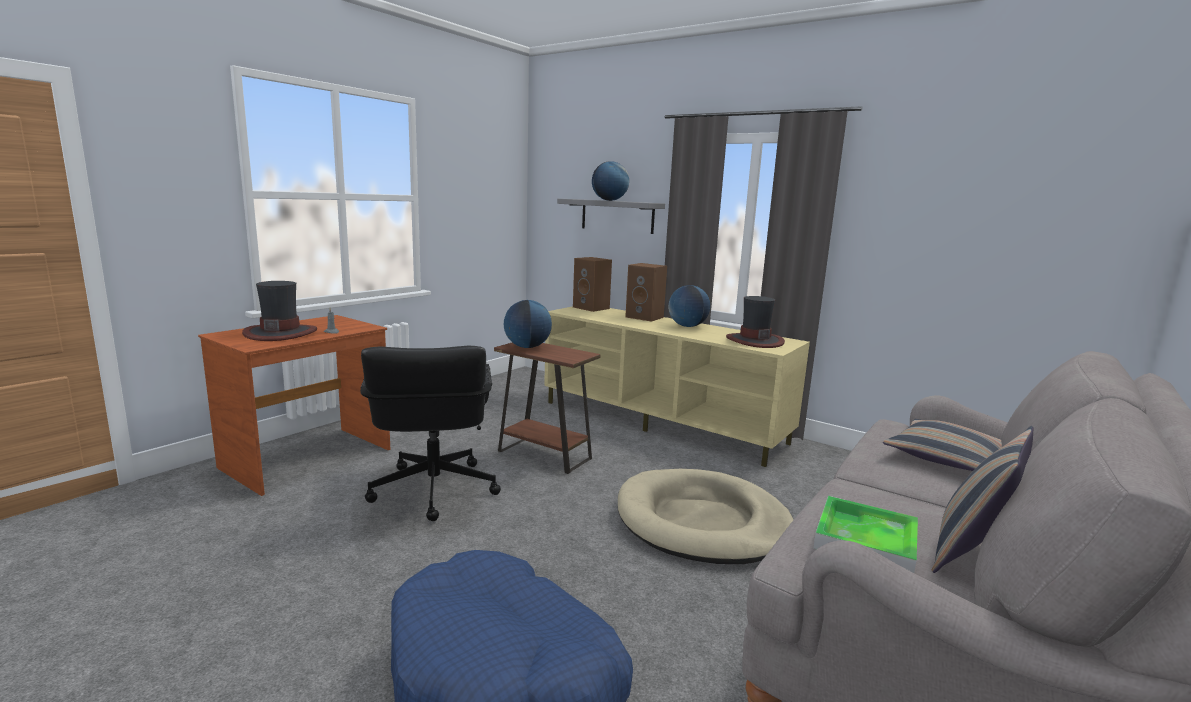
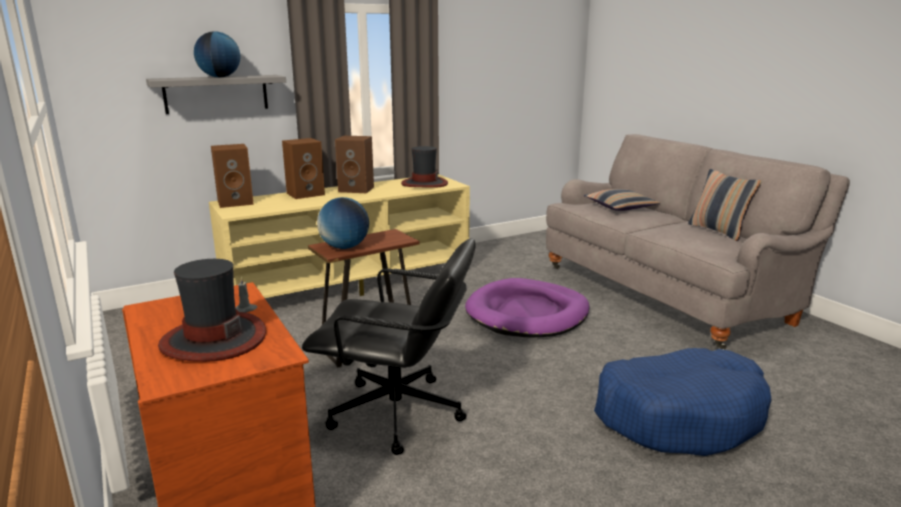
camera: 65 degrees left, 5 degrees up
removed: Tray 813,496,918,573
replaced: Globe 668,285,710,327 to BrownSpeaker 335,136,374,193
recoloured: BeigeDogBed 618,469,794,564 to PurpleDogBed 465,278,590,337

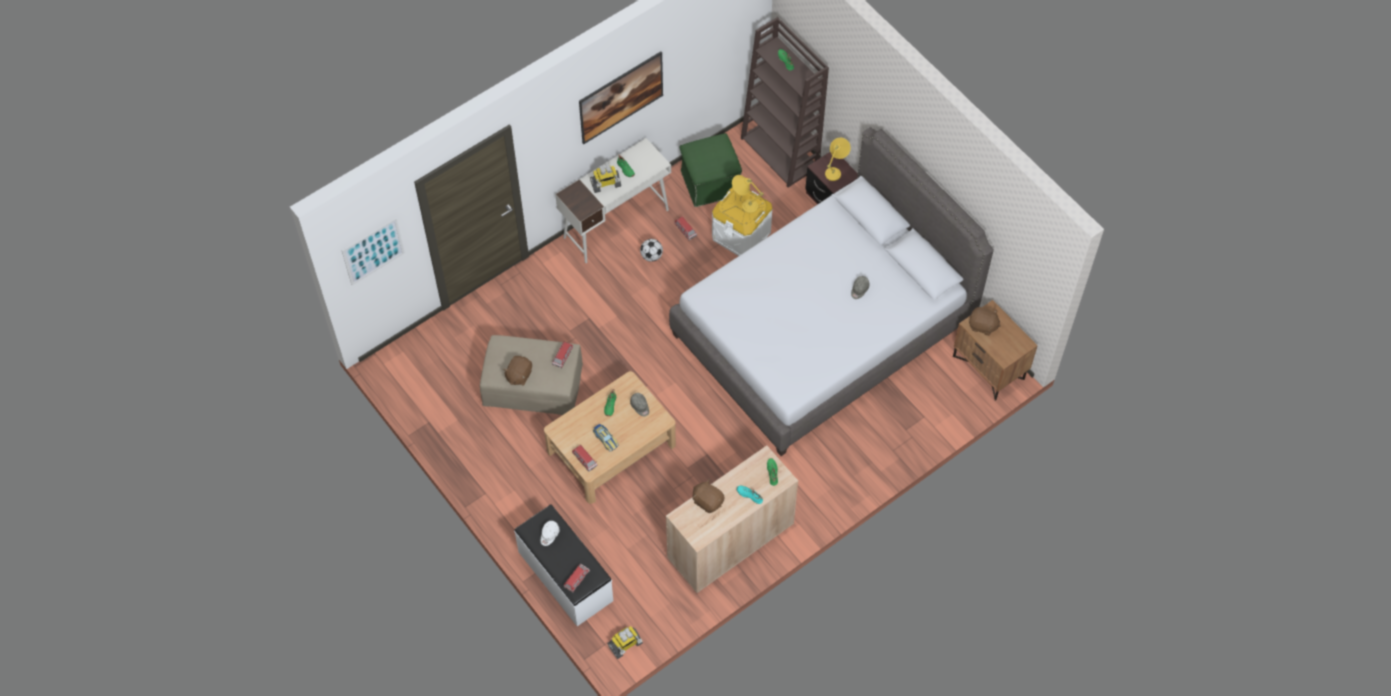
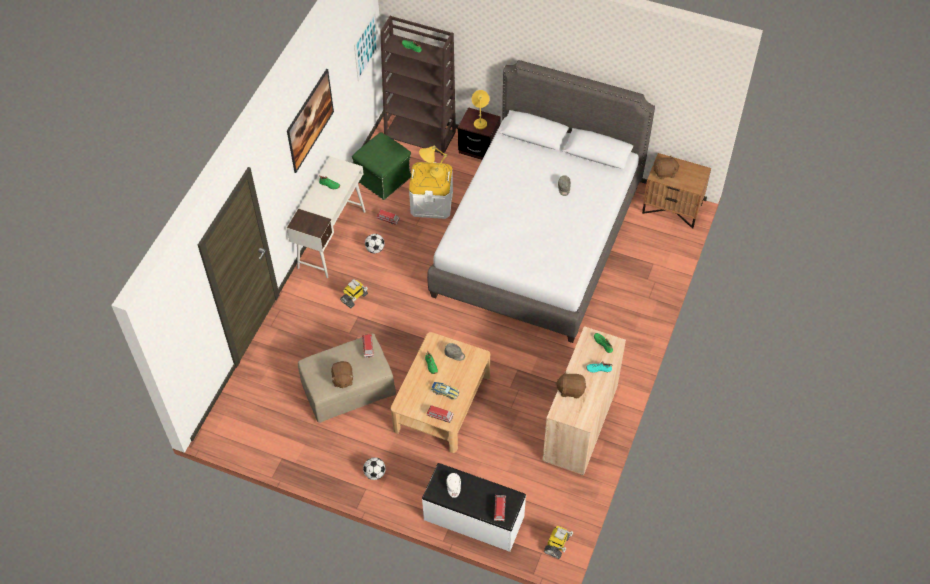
camera: 30 degrees left, 5 degrees down
added: Football 363,457,386,480
moved: Picture 342,218,405,285 to 354,11,379,82; ToyRobot 590,164,621,193 to 340,279,368,308

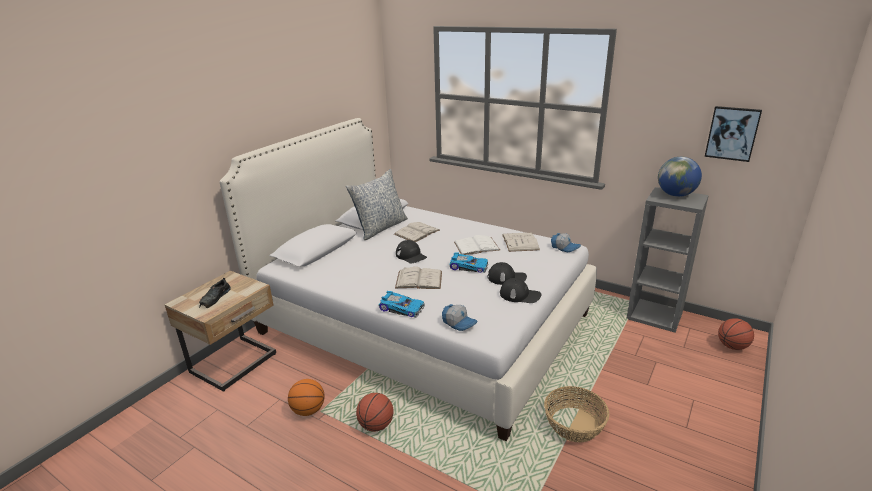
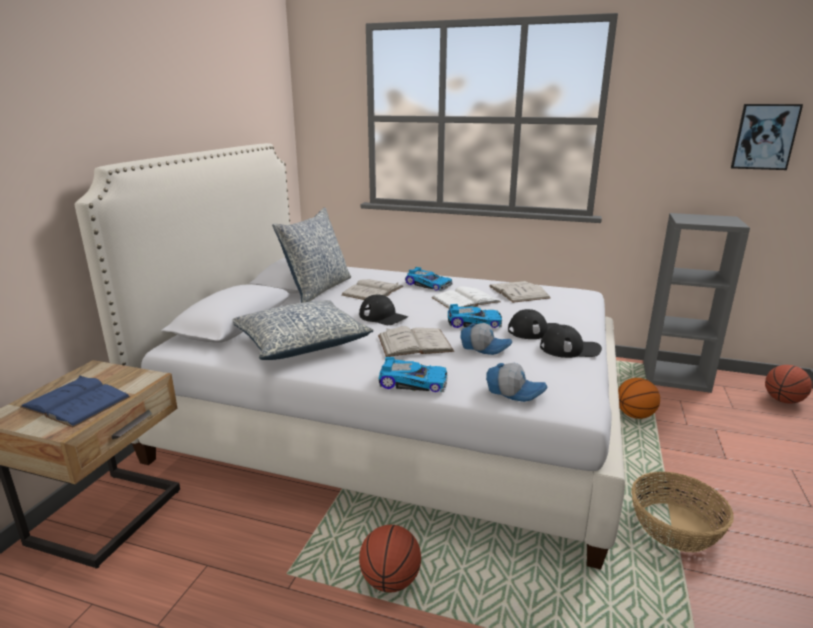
camera: 15 degrees left, 5 degrees down
removed: Globe 658,157,702,197
added: Pillow 232,300,373,360; ToyCar 405,267,453,291
moved: Basketball 288,379,325,416 to 618,378,660,419; Cap 551,233,581,252 to 461,323,512,355
replaced: BlackShoe 199,278,231,308 to BlueBook 20,376,130,427

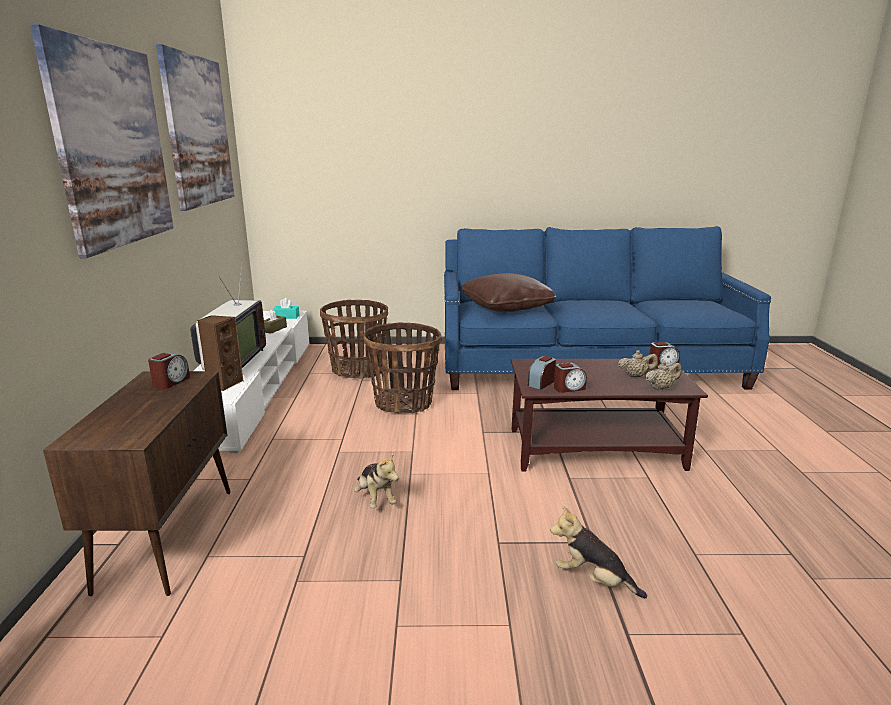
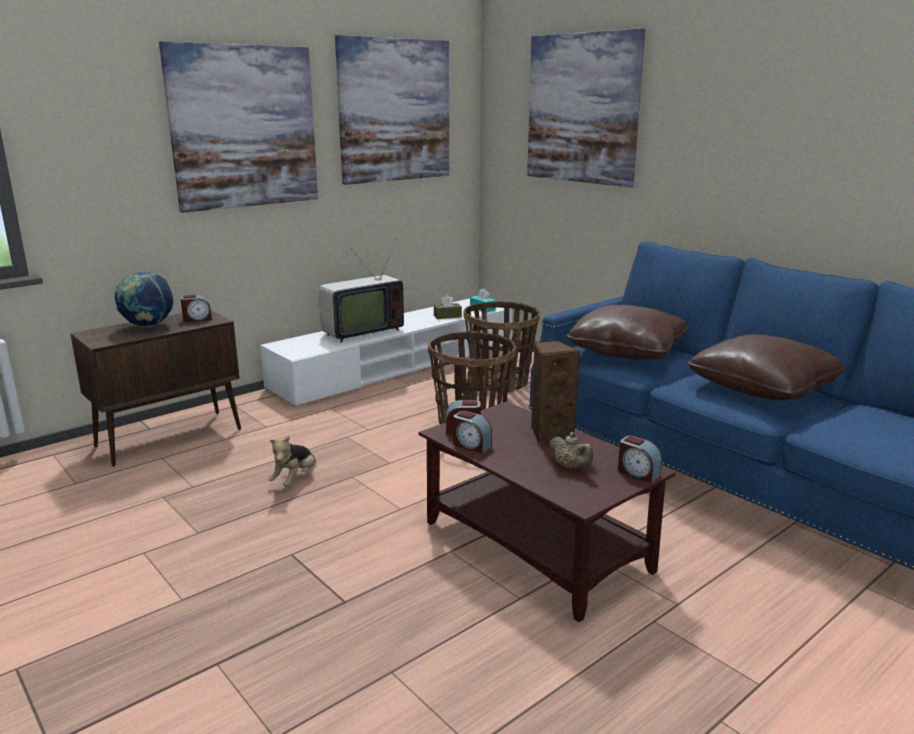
camera: 50 degrees right, 0 degrees up
removed: PlushToy 550,506,647,598; BeigeTeapot 645,361,682,390
added: Globe 114,271,173,328; Picture 527,28,646,187; BrownPillow 687,334,845,400
moved: BrownSpeaker 197,315,243,391 to 531,340,580,445

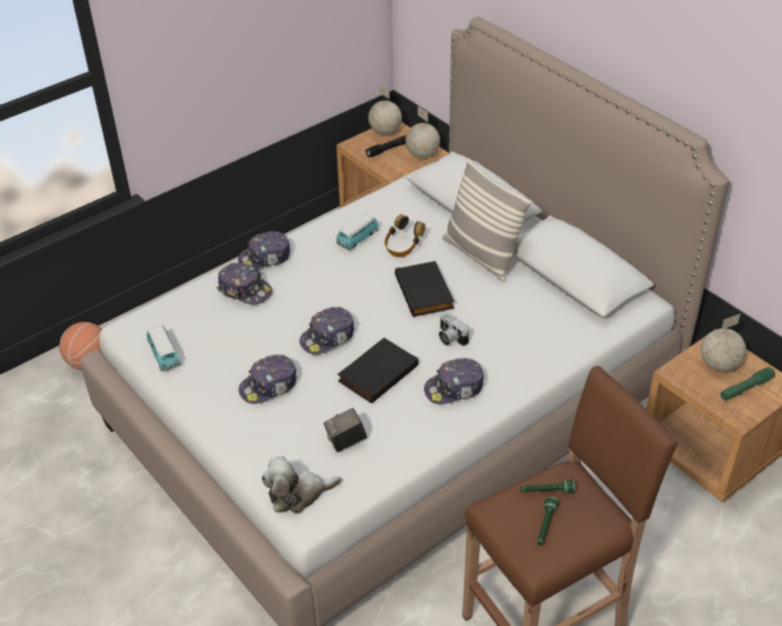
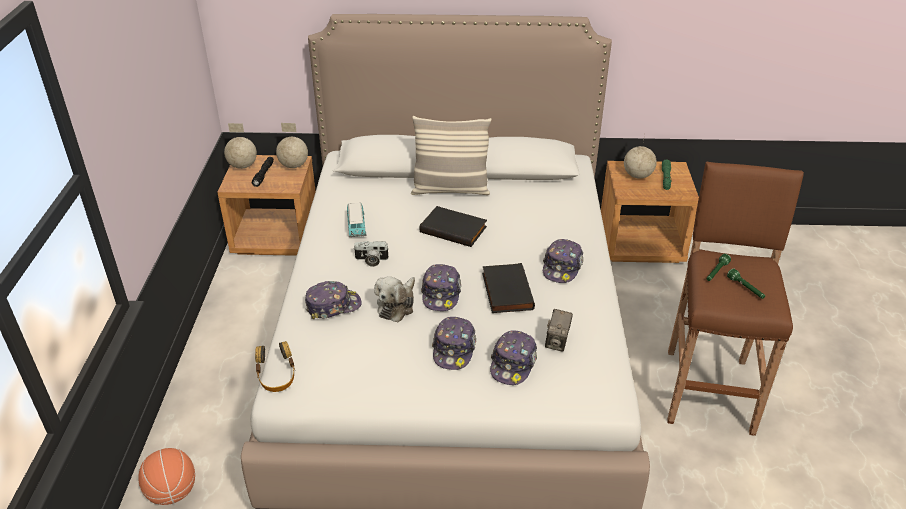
camera: 50 degrees left, 5 degrees down
removed: ToyCar 146,325,181,371
moved: Cap 238,232,291,269 to 490,330,537,385; PlushToy 261,456,342,513 to 374,276,415,322; Headphones 385,214,425,257 to 255,341,295,392; PhotoCamera 439,311,469,346 to 353,241,389,267

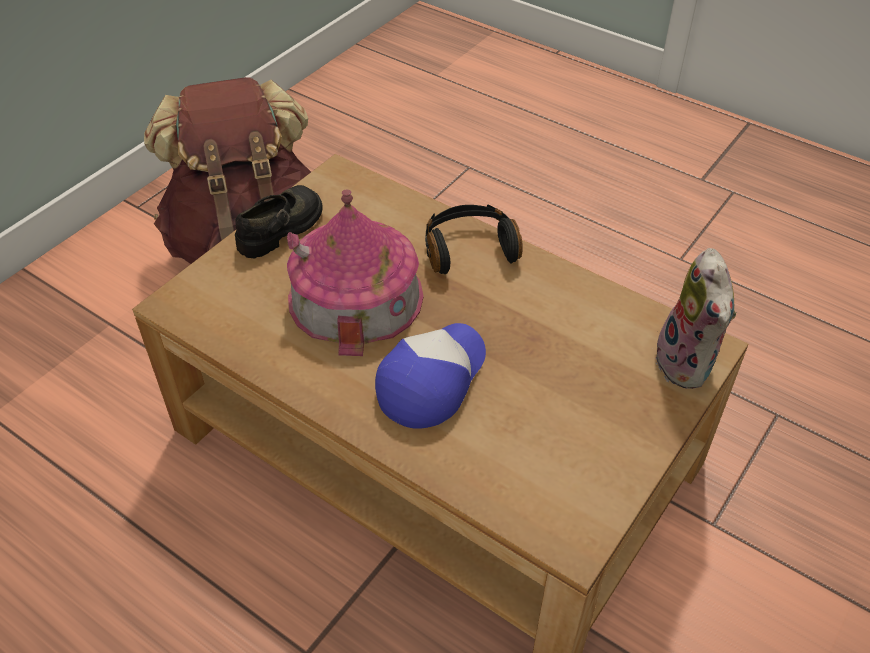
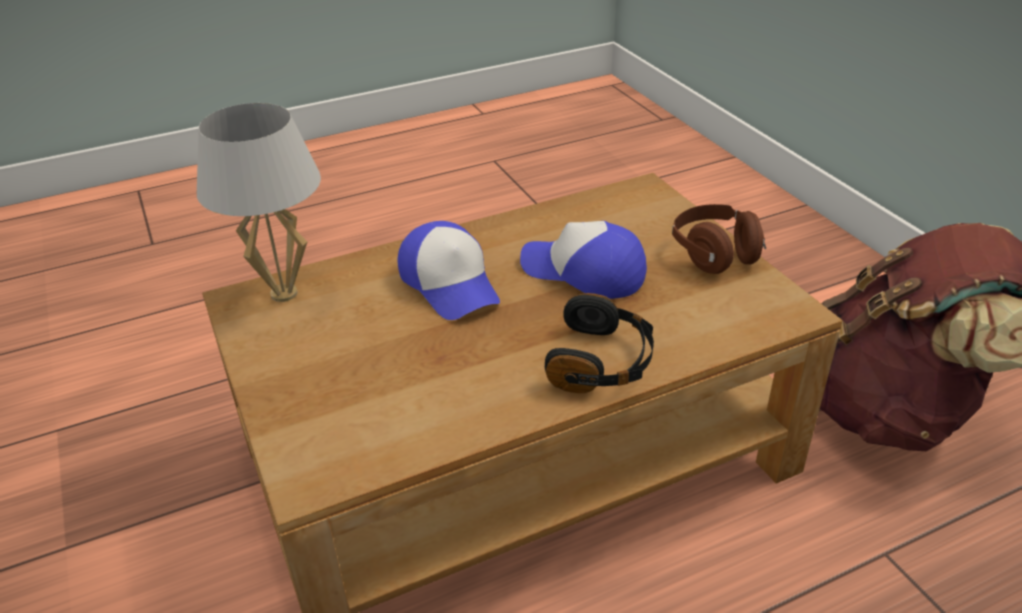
camera: 120 degrees right, 10 degrees down
removed: PlushToy 655,248,737,389
added: WhiteTableLamp 197,103,321,302
replaced: BlackShoe 235,185,323,258 to BrownHeadphones 672,204,766,274; ToyHouse 287,190,423,356 to Cap 520,221,647,299

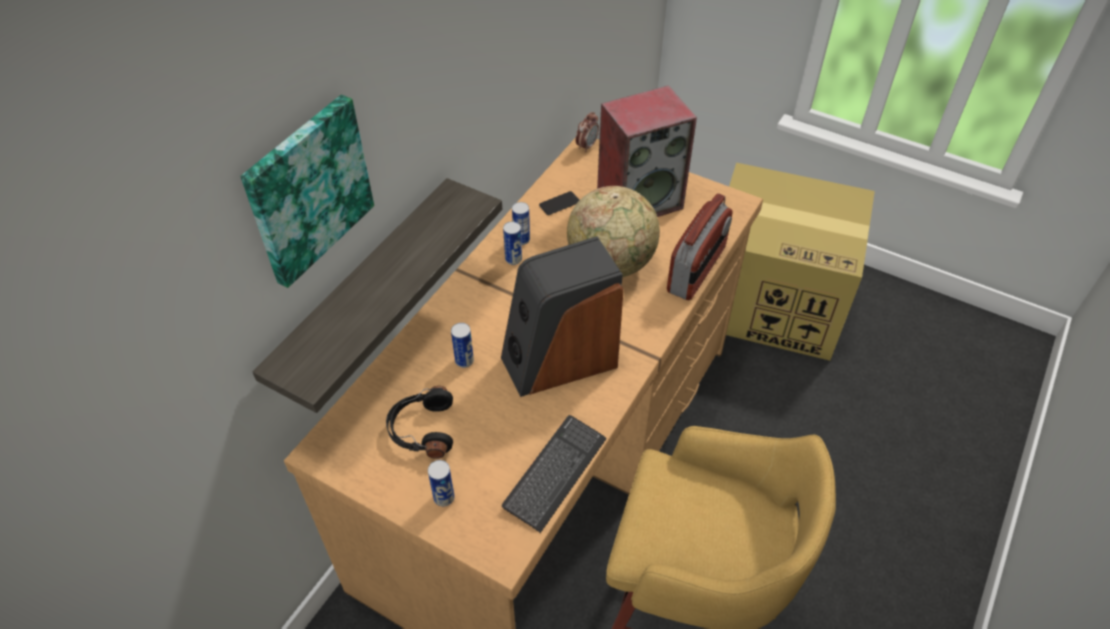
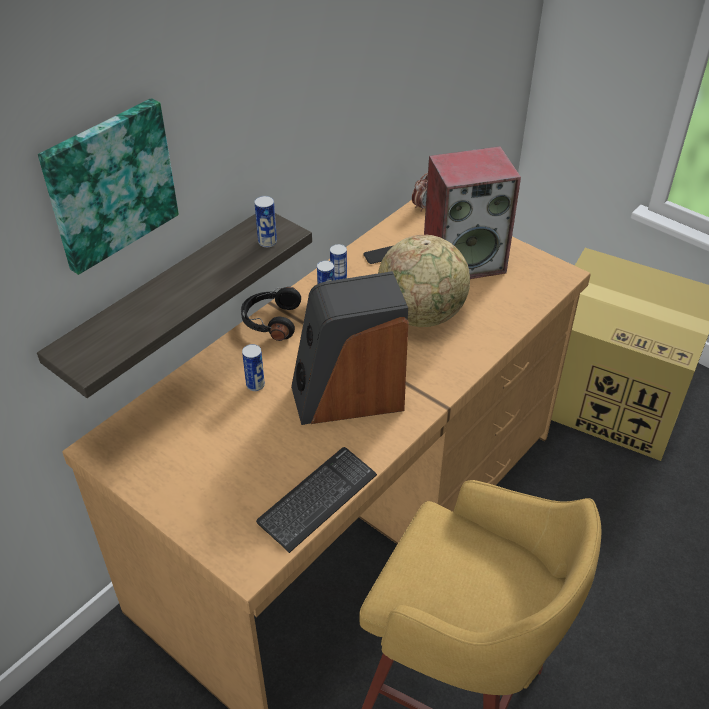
camera: 10 degrees right, 5 degrees down
removed: Radio 667,193,733,300
moved: BlackHeadphones 386,386,453,459 to 241,287,301,341; Can 428,460,454,506 to 254,196,277,247

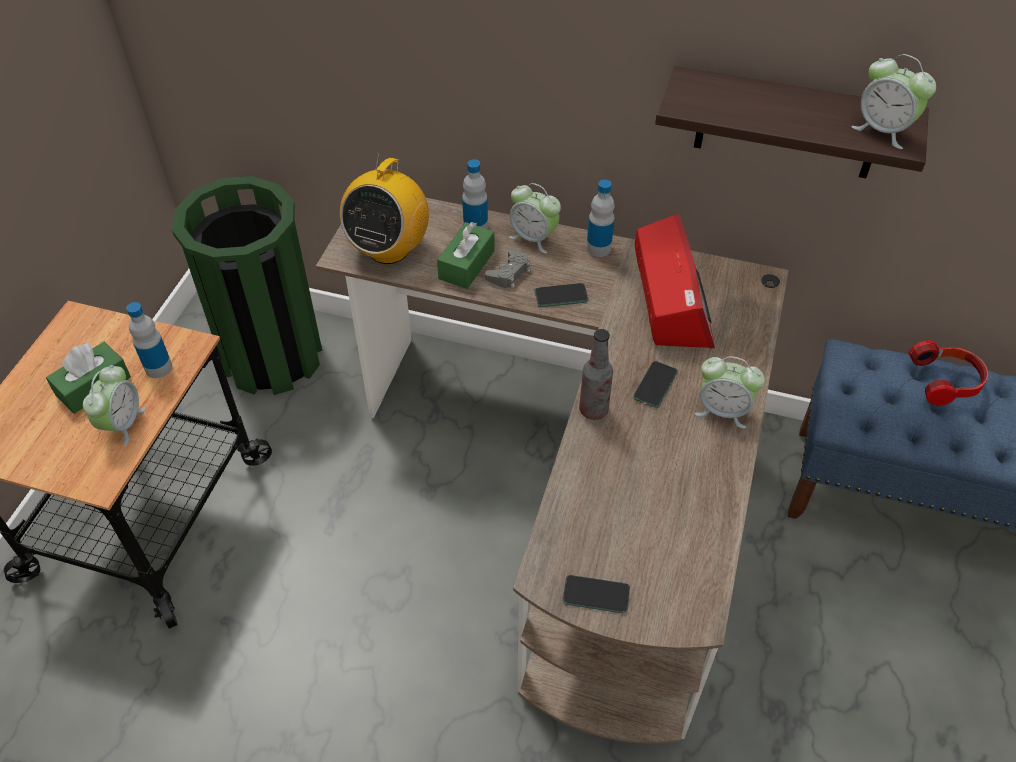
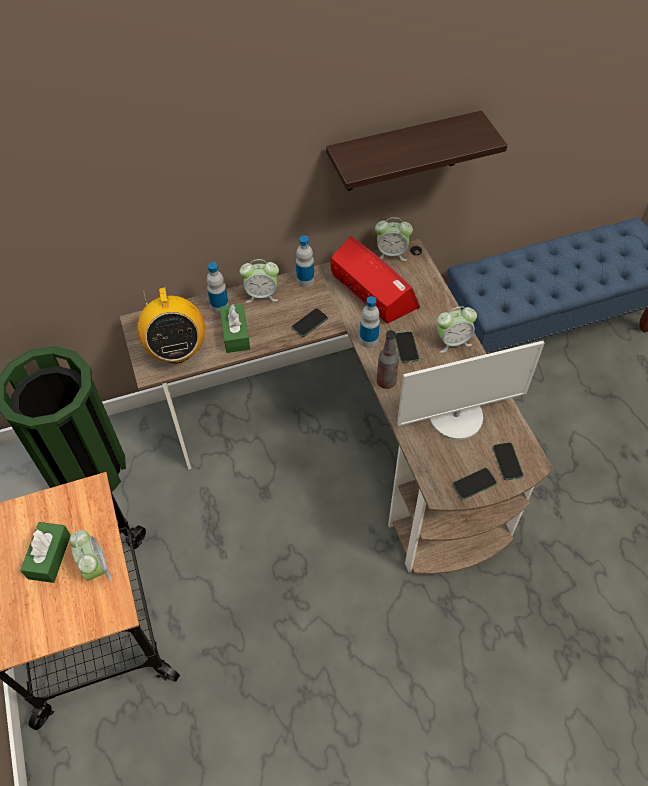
camera: 35 degrees left, 5 degrees up
removed: GreyGameController 485,248,531,289; Headphones 909,340,988,406
added: Monitor 397,341,544,440; Phone 493,443,523,480
moved: Bottle 127,302,172,378 to 360,296,380,348; AlarmClock 851,54,936,149 to 375,217,413,261

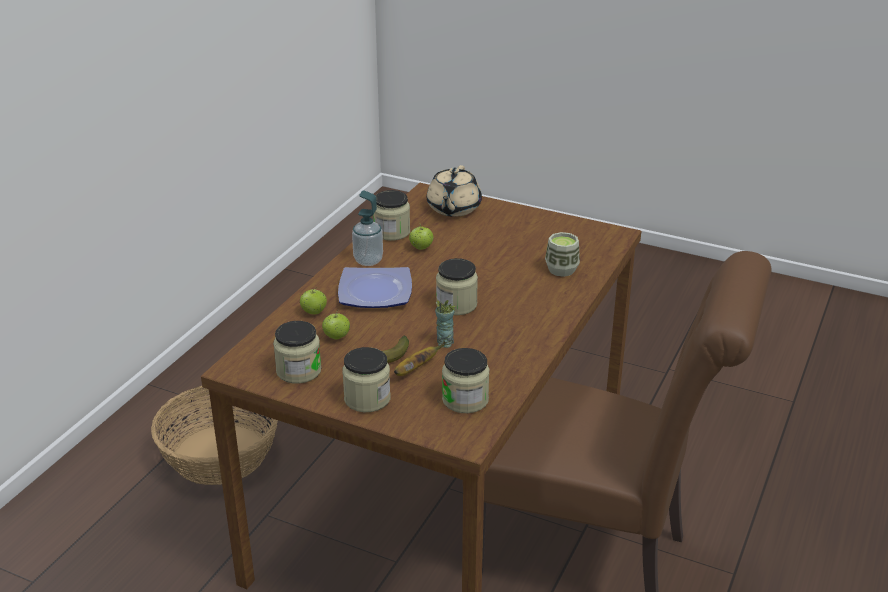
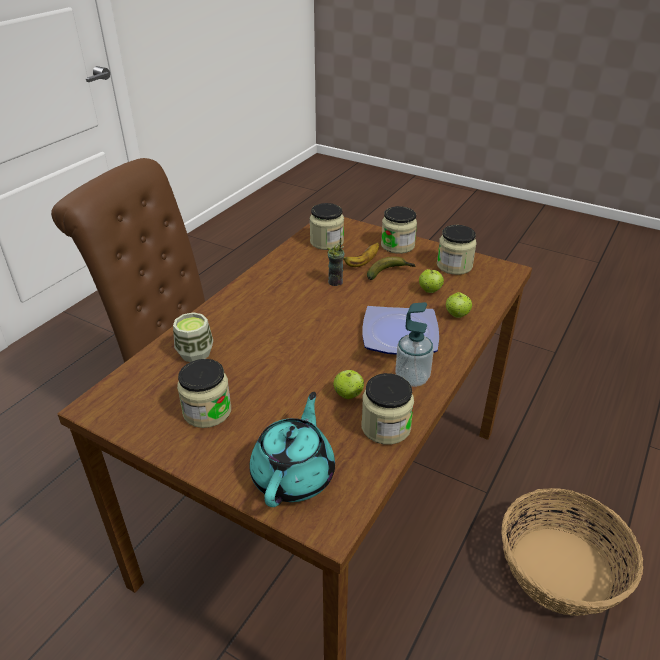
camera: 175 degrees left, 5 degrees up
moved: Jar 436,258,478,315 to 177,359,231,428
recoloured: BeigeTeapot 427,165,482,217 to TurquoiseTeapot 250,392,335,507

